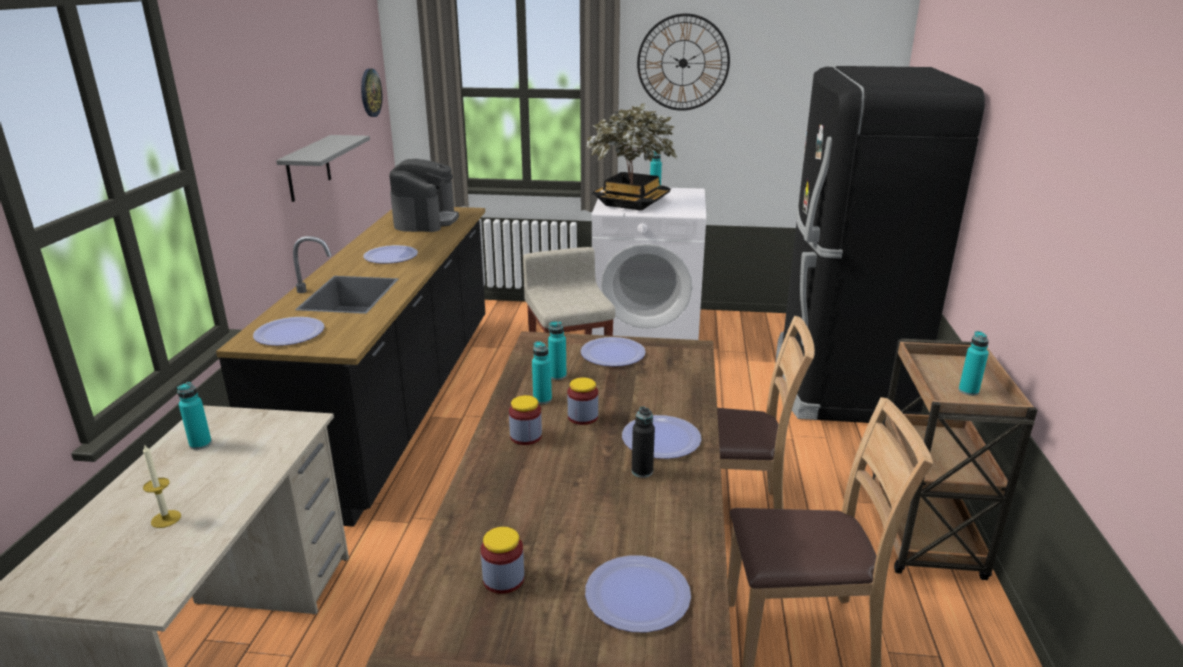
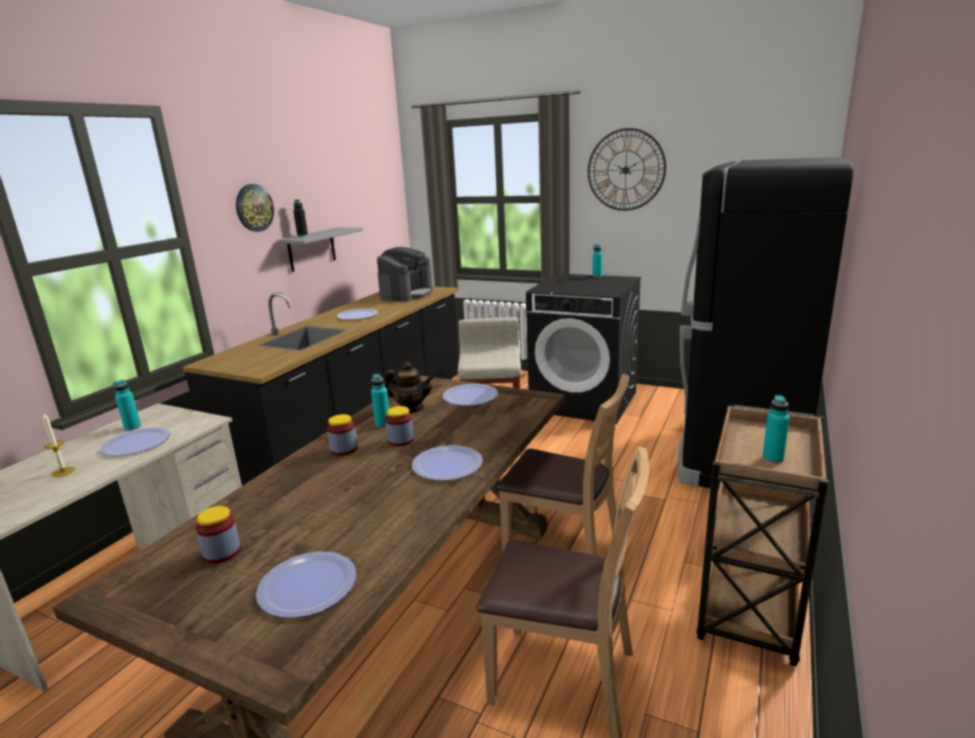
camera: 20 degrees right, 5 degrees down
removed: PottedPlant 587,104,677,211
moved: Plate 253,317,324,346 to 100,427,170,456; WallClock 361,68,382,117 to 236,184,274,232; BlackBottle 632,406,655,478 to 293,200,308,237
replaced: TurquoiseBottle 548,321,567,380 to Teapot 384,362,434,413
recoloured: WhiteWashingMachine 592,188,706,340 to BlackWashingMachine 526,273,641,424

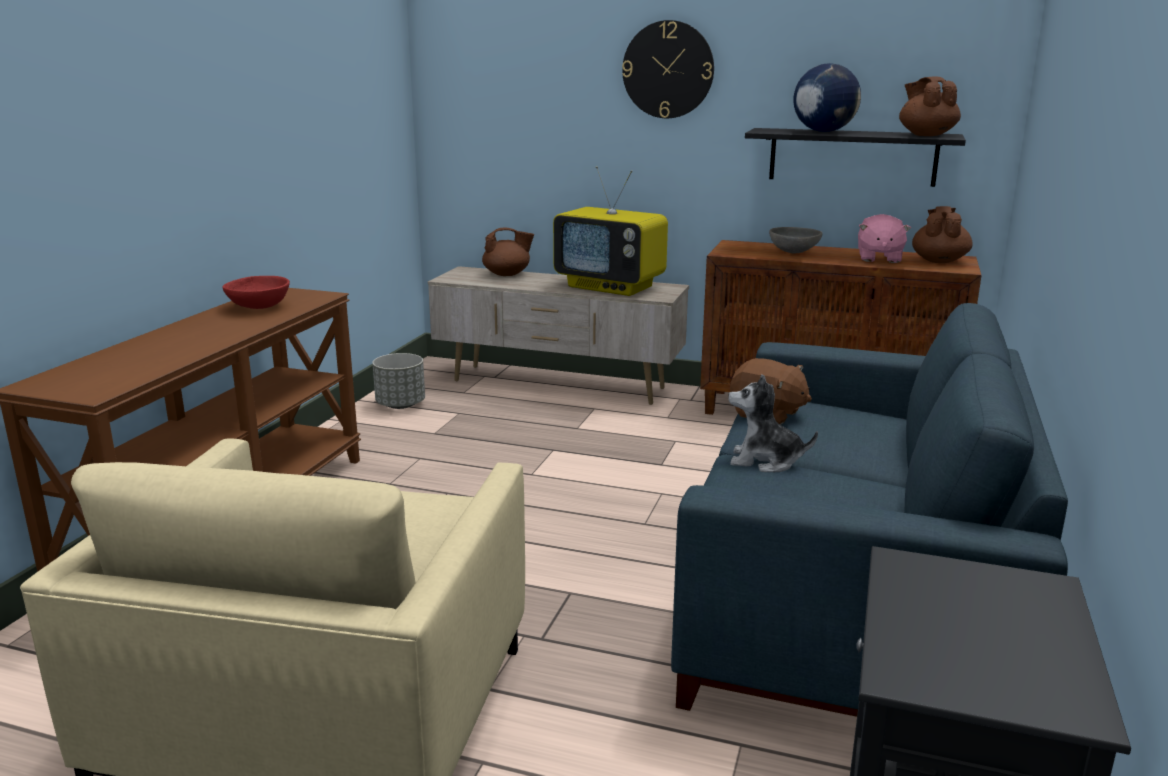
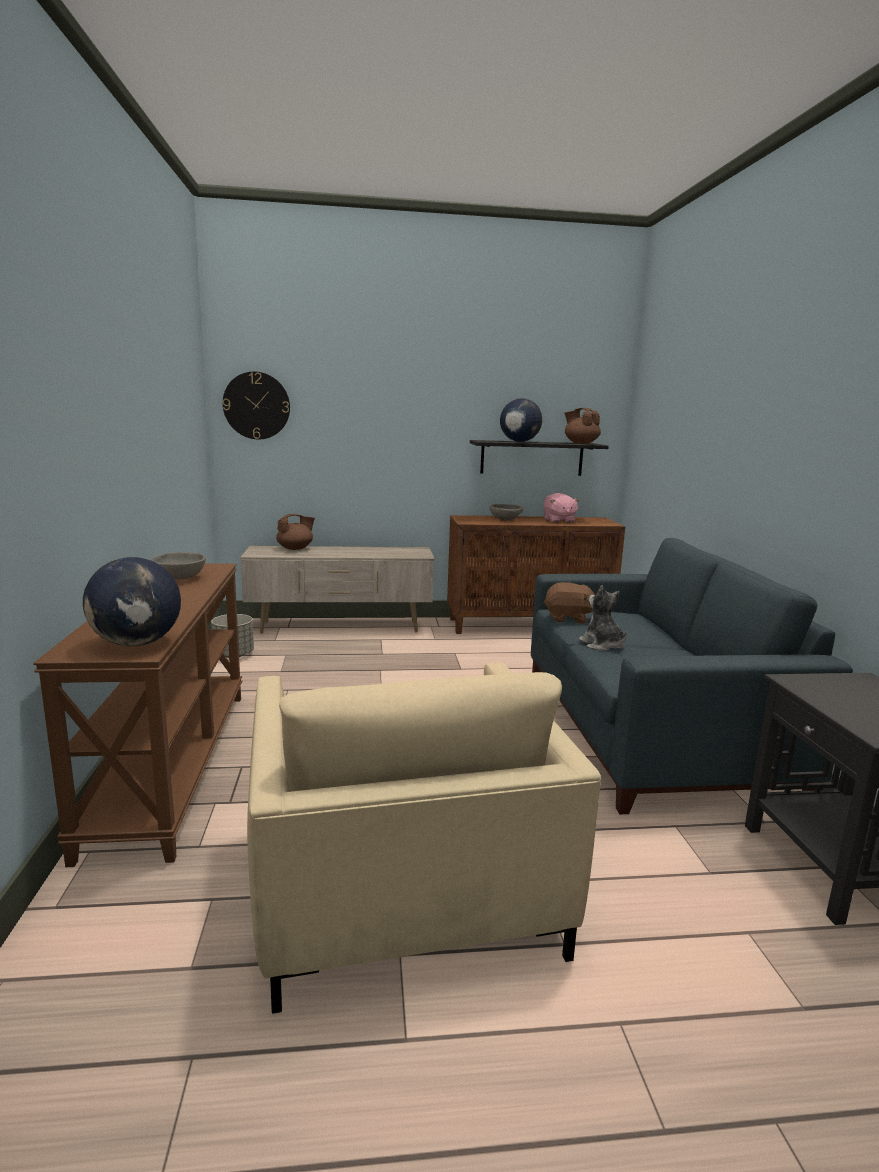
camera: 25 degrees left, 5 degrees down
removed: Television 553,166,668,296; BrownTeapot 912,206,972,263
added: Globe 83,557,181,646
moved: WallClock 622,20,714,118 to 223,372,290,439
recoloured: RedBowl 222,276,290,309 to GreyBowl 150,552,206,579
turned: PlushToy 728,374,818,472 = 579,585,627,651 75 degrees clockwise

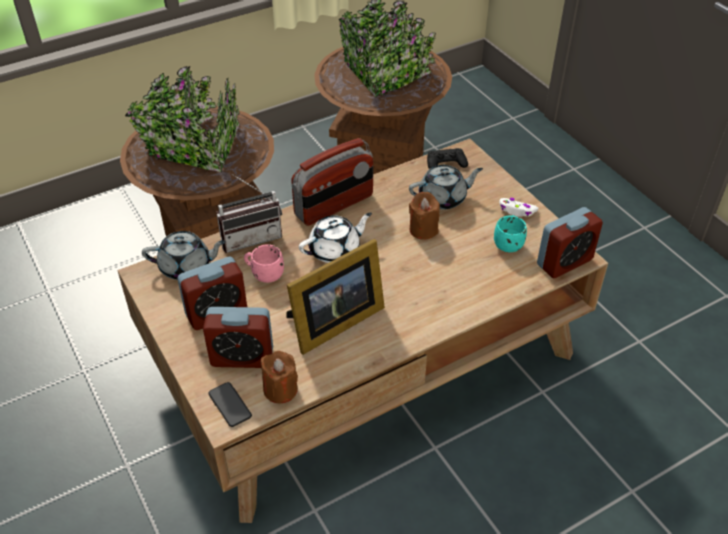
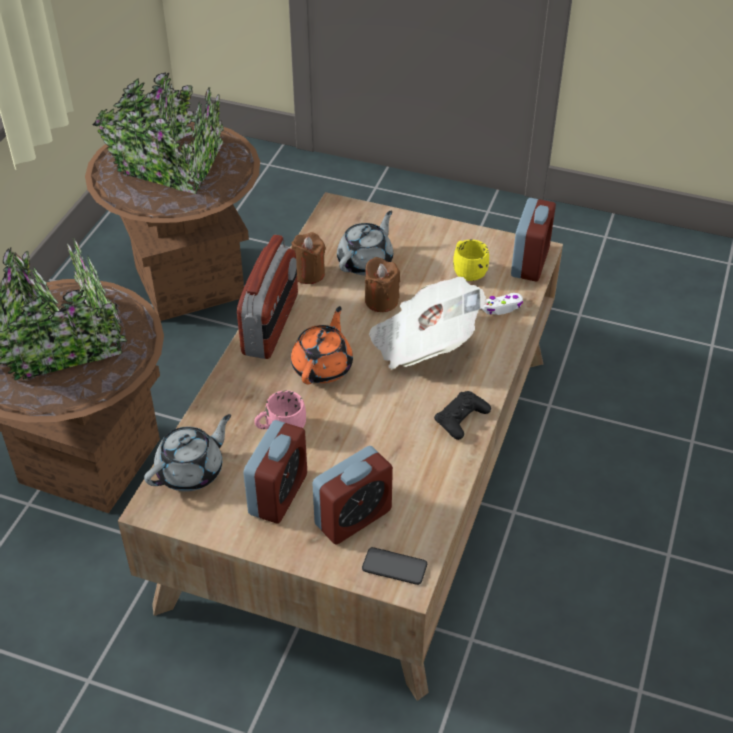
camera: 40 degrees left, 0 degrees up
removed: Radio 217,174,282,253; PictureFrame 286,239,385,355
added: Newspaper 369,277,486,370
moved: BrownCandle 261,351,298,403 to 292,232,326,284; BlackGameController 427,148,468,169 to 434,391,491,440; WhiteGameController 499,198,539,217 to 481,293,523,315
recoloured: WhiteTeapot 299,213,372,263 to OrangeTeapot 291,306,353,384; TurquoiseMug 494,215,527,252 to YellowMug 453,240,489,281

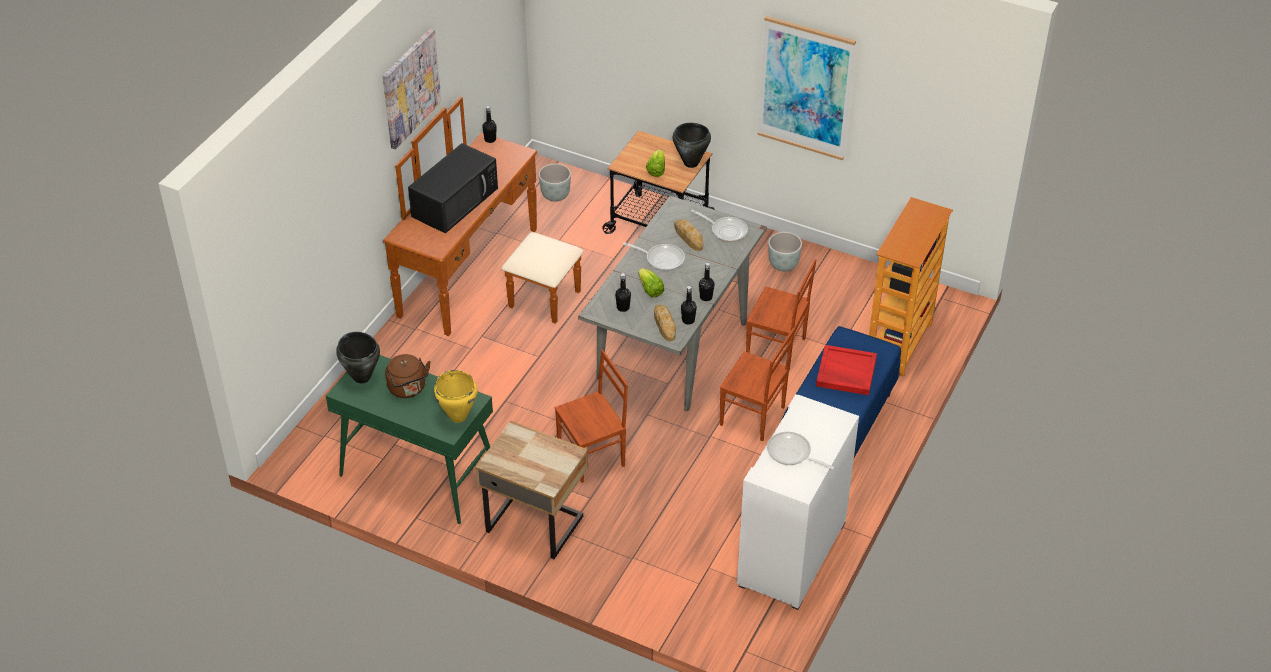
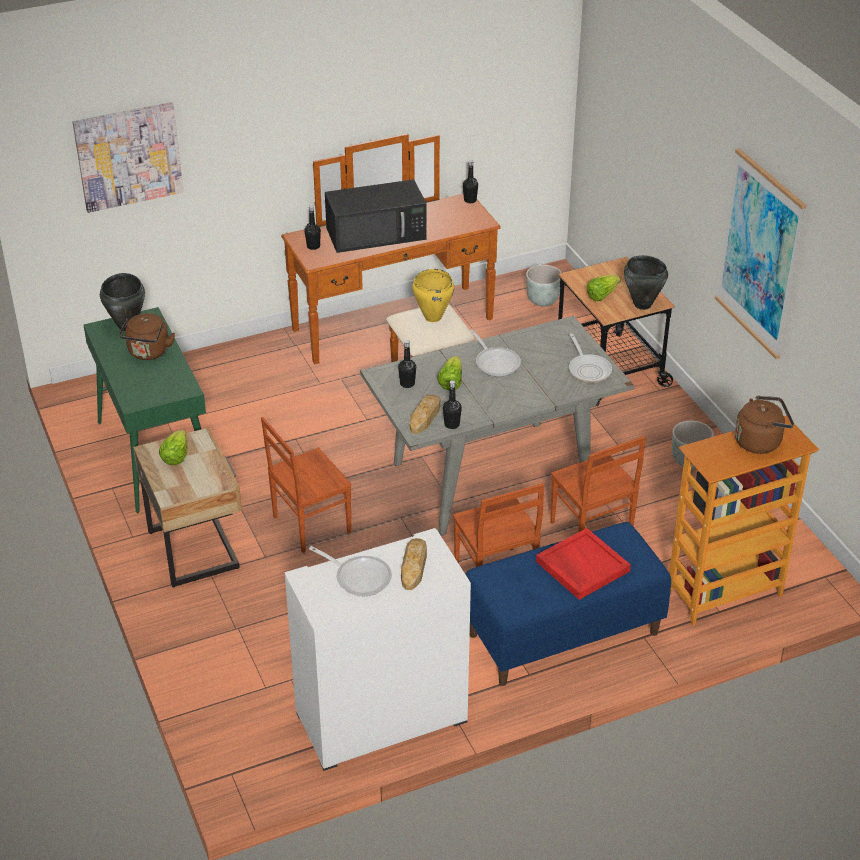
camera: 40 degrees right, 5 degrees down
added: Lettuce 159,430,188,465; BrownKettle 735,396,794,454
moved: Picture 382,28,442,149 to 73,102,183,213; YellowCookingPot 434,370,478,423 to 412,269,454,322; Bread 674,219,703,251 to 401,538,427,590; BlackBottle 699,263,714,301 to 305,205,321,250
turned: BrownChair 554,350,628,483 = 261,417,352,553 135 degrees clockwise; FryingPan 767,432,834,470 = 309,546,392,596 135 degrees clockwise

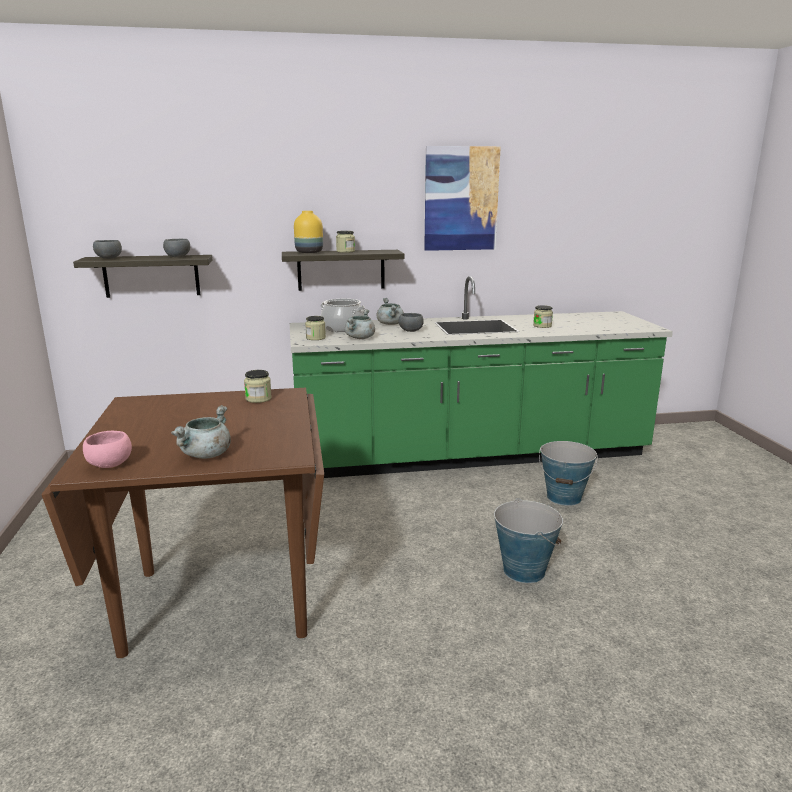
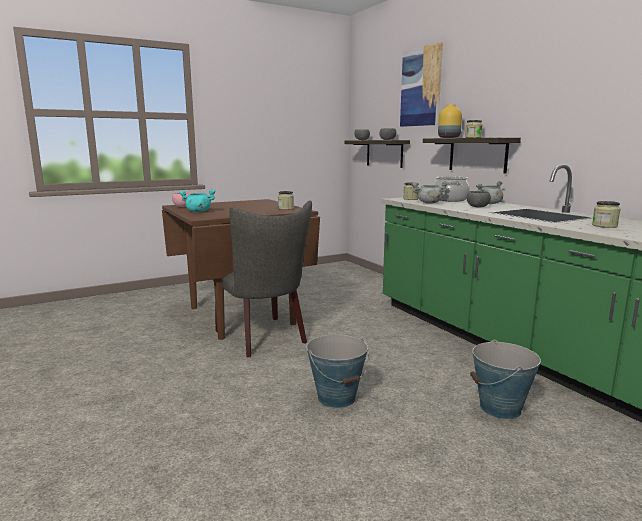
camera: 70 degrees right, 5 degrees down
added: GreyChair 213,201,312,357
moved: Picture 424,146,501,251 to 400,42,443,127
recoloured: GreyCookingPot 171,405,231,459 to TurquoiseCookingPot 179,190,216,212

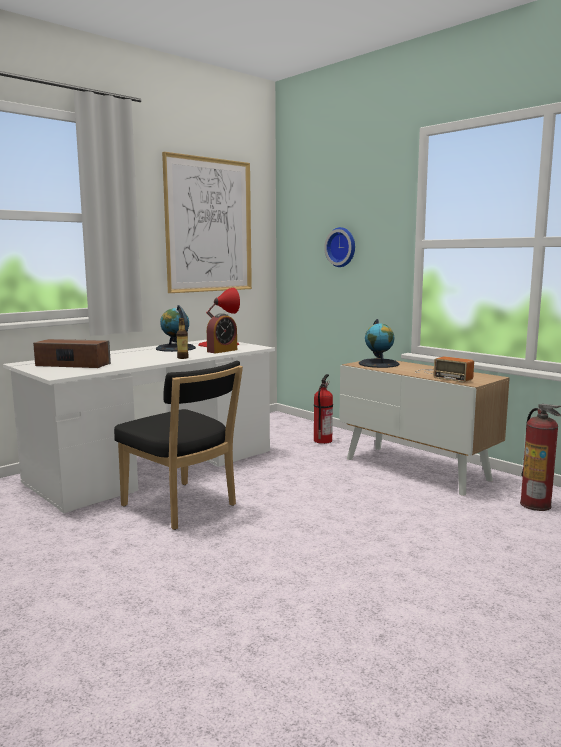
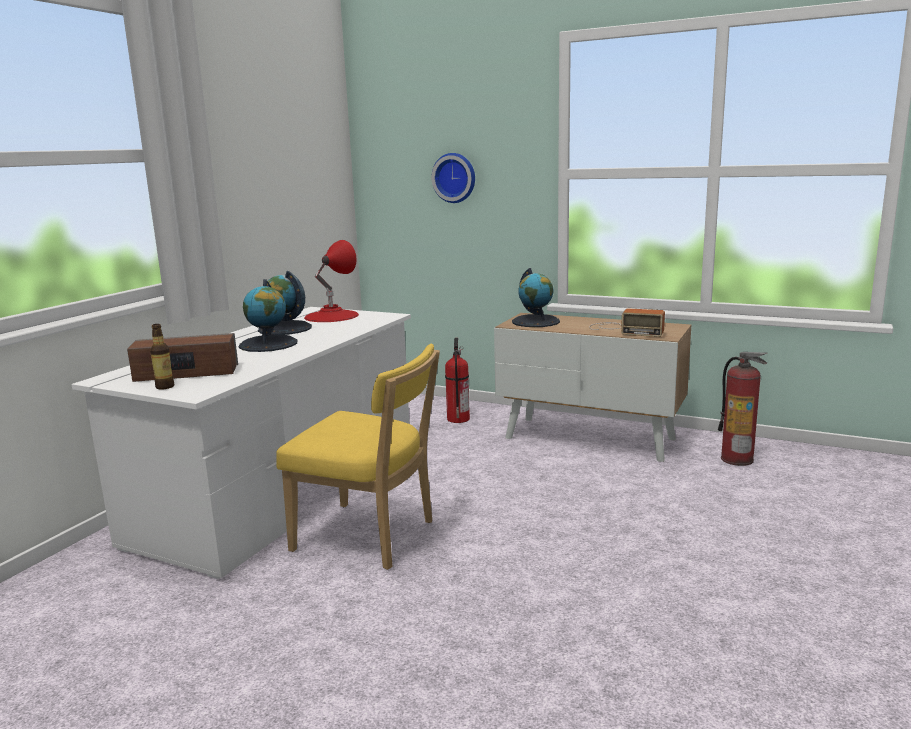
camera: 20 degrees left, 5 degrees up
removed: Picture 162,152,252,293; AlarmClock 207,313,237,353
added: Globe 239,279,297,352
moved: Bottle 176,318,189,359 to 150,324,174,389
recoloured: BlackChair 114,361,243,530 to YellowChair 276,344,440,570

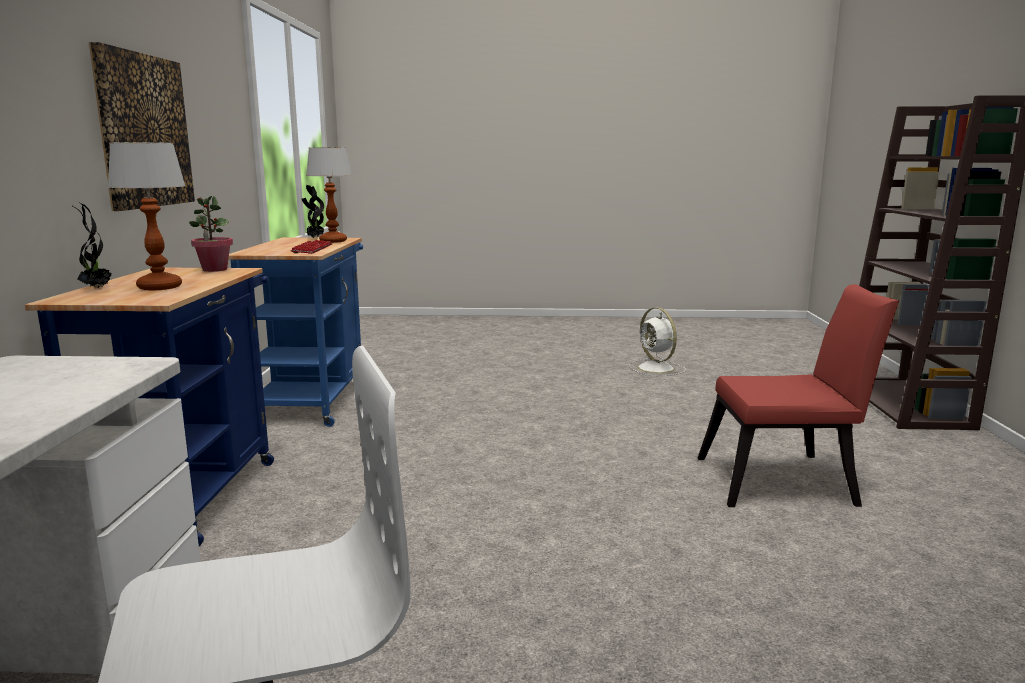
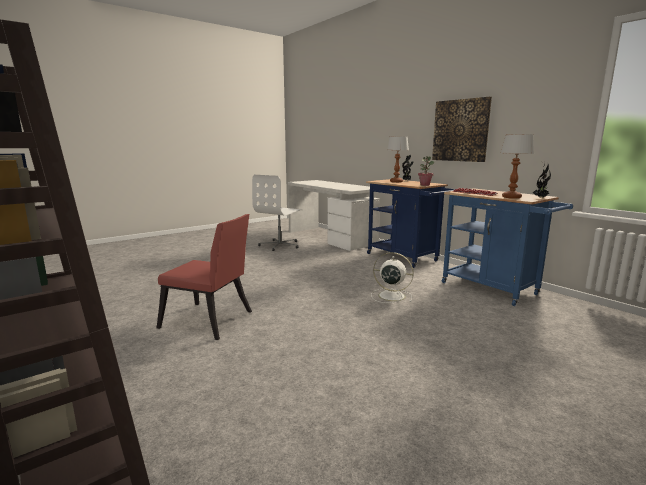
camera: 140 degrees right, 0 degrees up
moved: WhiteFan 629,307,686,376 to 371,252,414,303
turned: RedChair 698,284,899,507 = 157,214,252,340 120 degrees counterclockwise

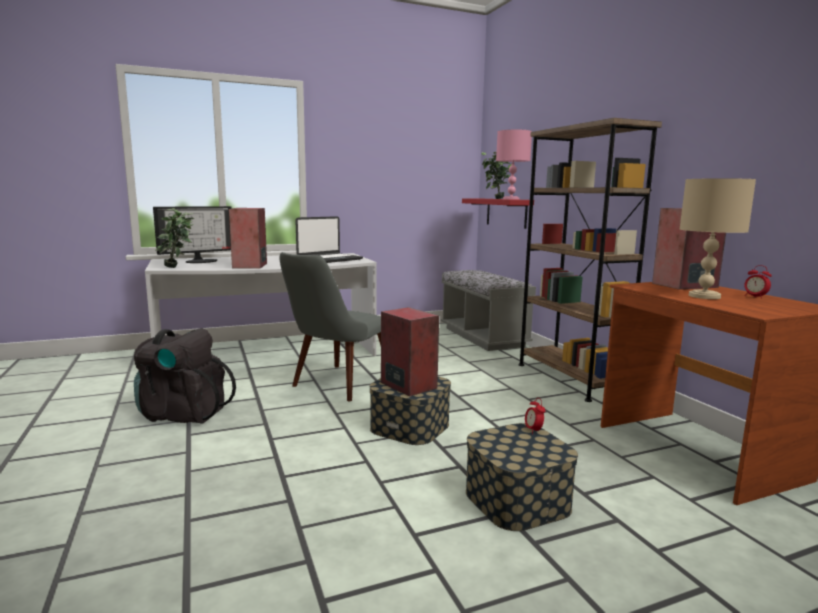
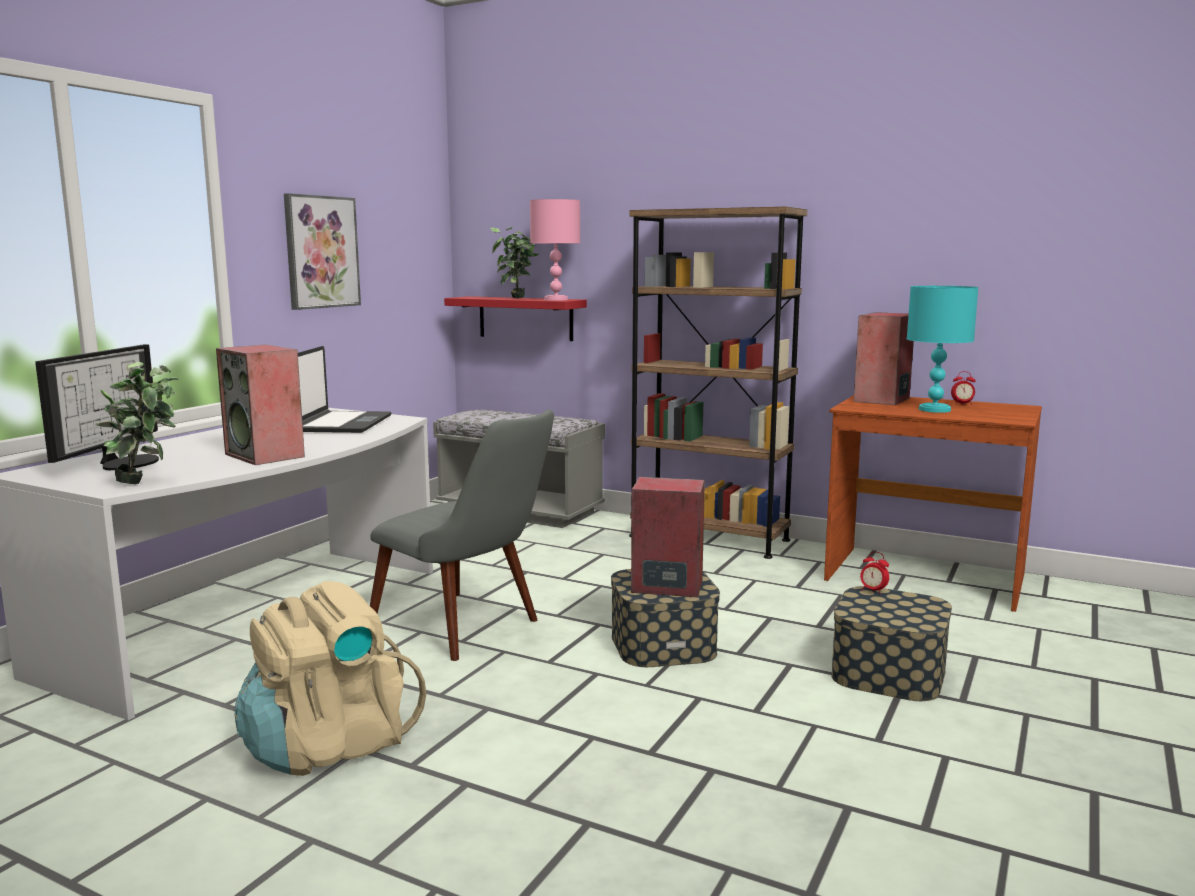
camera: 40 degrees left, 0 degrees up
added: Picture 284,193,361,310
recoloured: BlackBackpack 134,328,236,424 to BeigeBackpack 235,581,426,776; BeigeTableLamp 680,178,756,299 to TurquoiseTableLamp 907,286,978,413
turned: GreyChair 279,252,381,401 = 370,410,554,661 45 degrees counterclockwise

